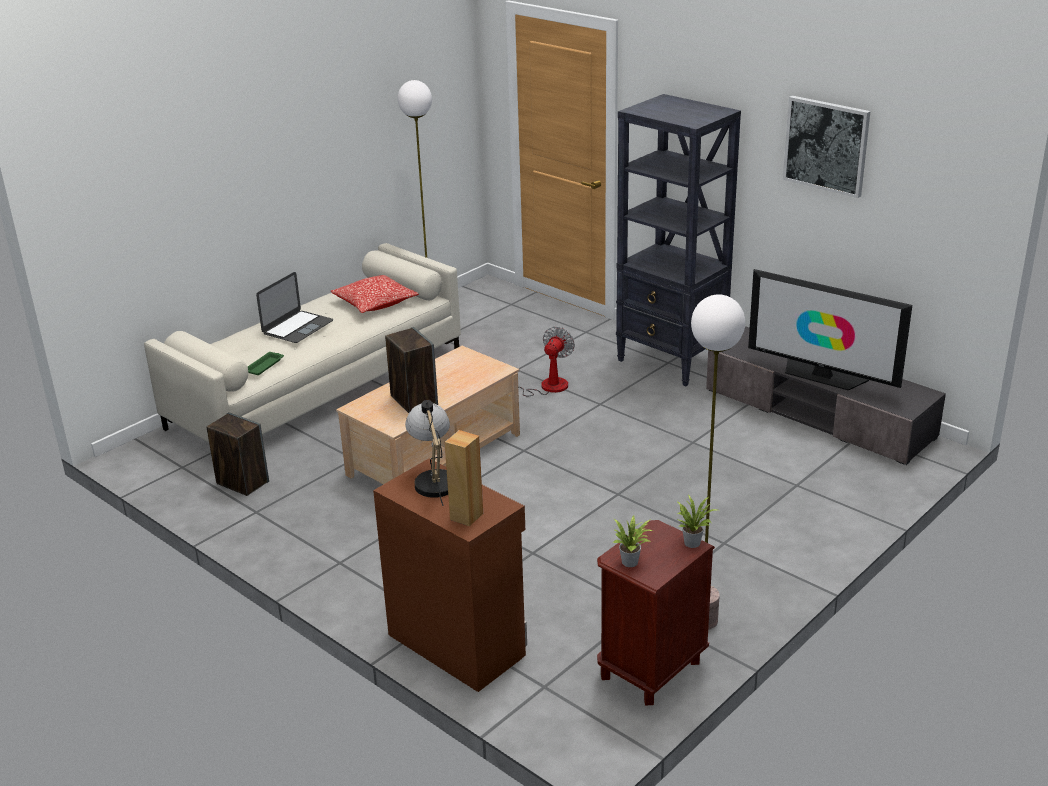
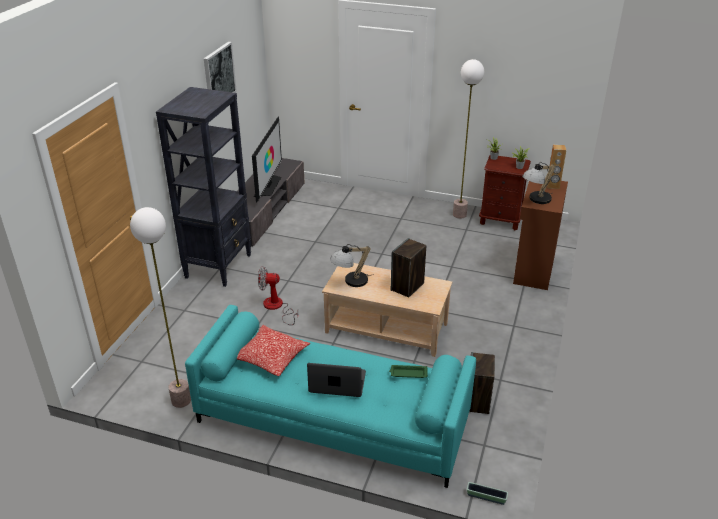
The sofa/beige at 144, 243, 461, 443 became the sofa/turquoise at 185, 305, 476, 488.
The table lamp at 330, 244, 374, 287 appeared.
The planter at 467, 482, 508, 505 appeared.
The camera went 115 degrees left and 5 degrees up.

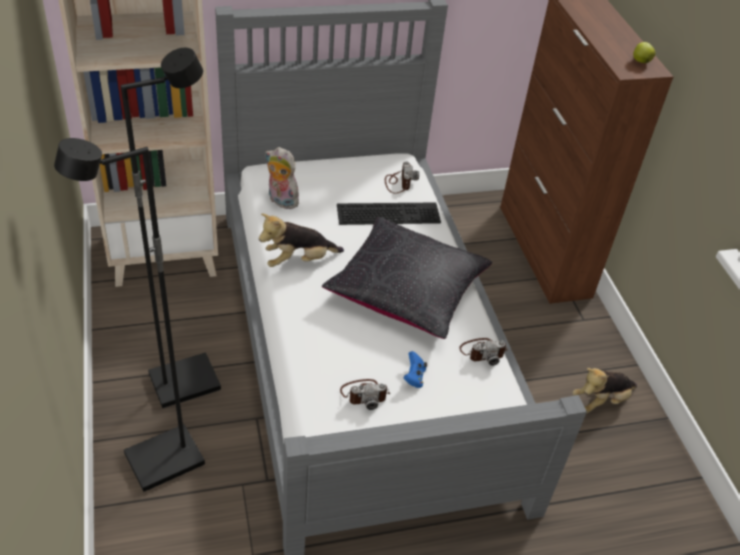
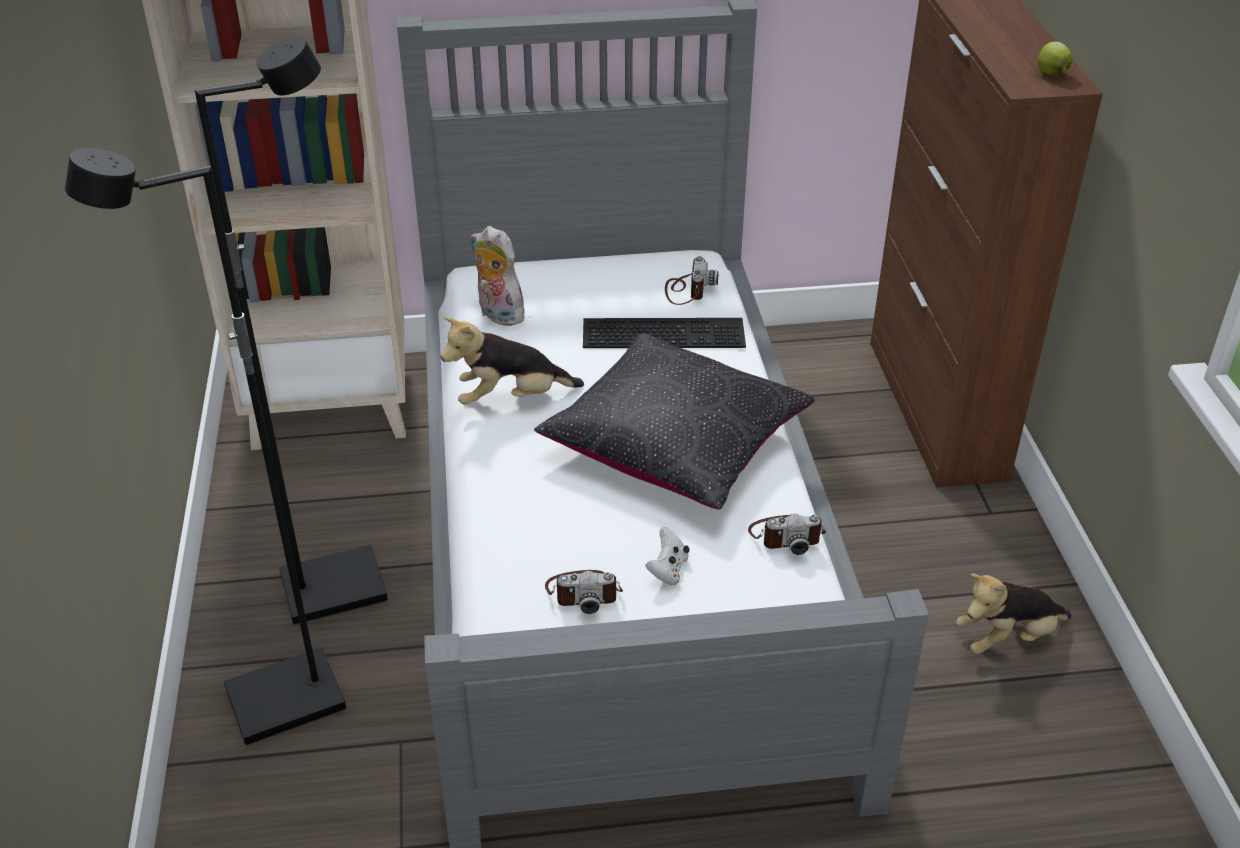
The game controller/blue at 403, 351, 427, 388 became the game controller/white at 646, 527, 690, 585.
The camera went 10 degrees right and 5 degrees down.

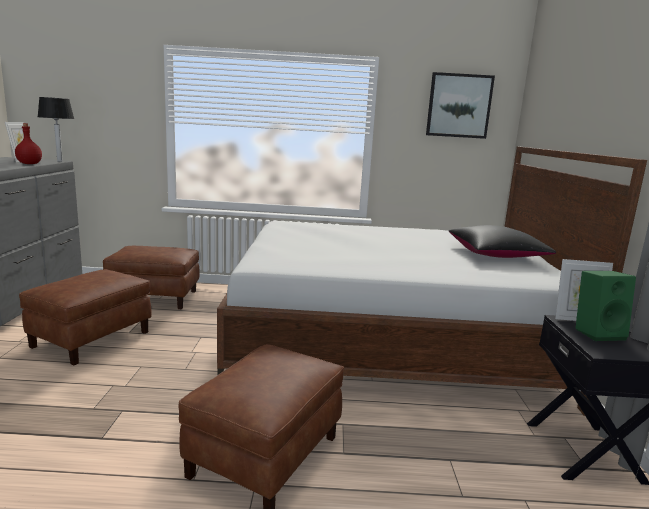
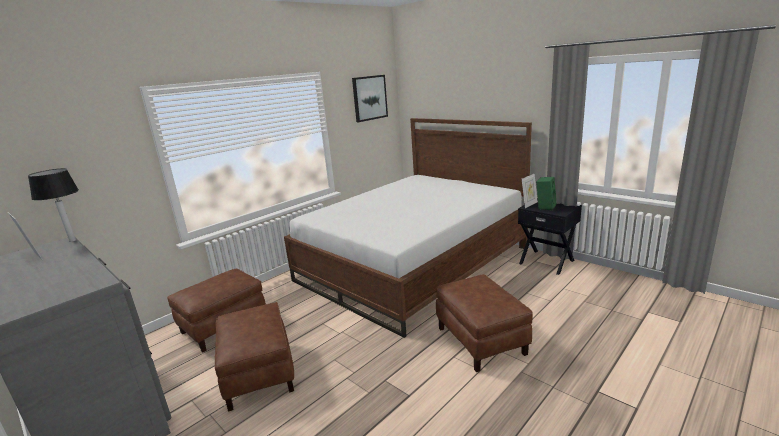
The bottle/red at 15, 123, 42, 164 disappeared.
The pillow/black at 449, 225, 556, 258 disappeared.
The camera went 45 degrees left and 5 degrees up.

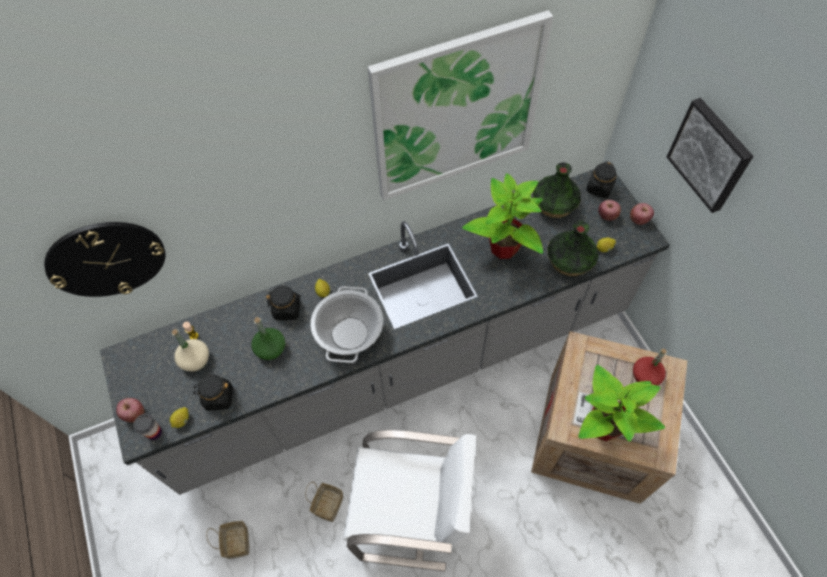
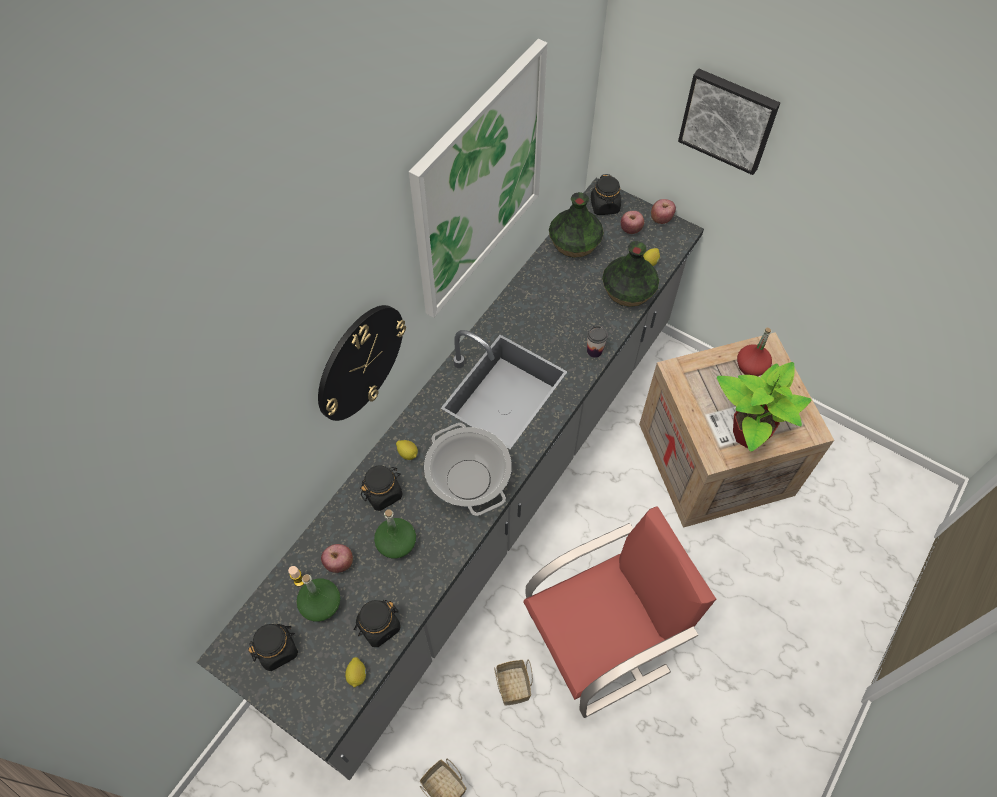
The potted plant at 462, 173, 543, 259 disappeared.
The wall clock moved from 44, 222, 166, 297 to 318, 305, 406, 421.
The bottle/beige at 172, 329, 209, 372 became the bottle/green at 297, 574, 340, 622.
The apple moved from 116, 398, 145, 422 to 321, 544, 353, 573.
The cup moved from 133, 414, 162, 440 to 587, 325, 608, 358.
The chair/white at 343, 430, 476, 572 became the chair/red at 523, 506, 716, 718.
The jar/black at 248, 624, 298, 671 appeared.
The camera went 35 degrees left and 0 degrees up.

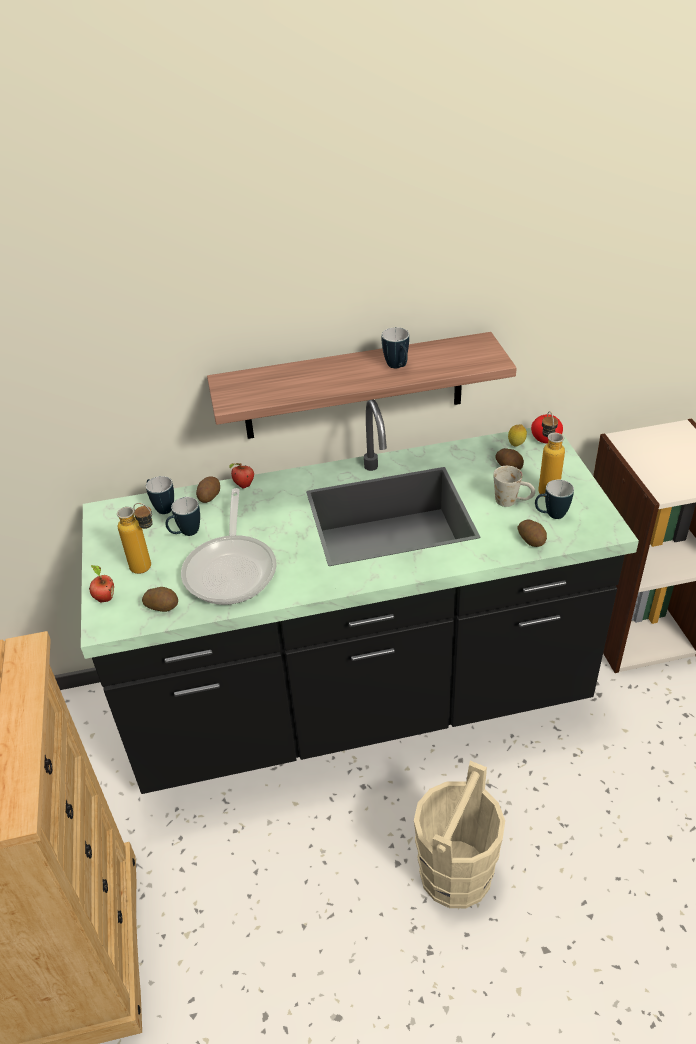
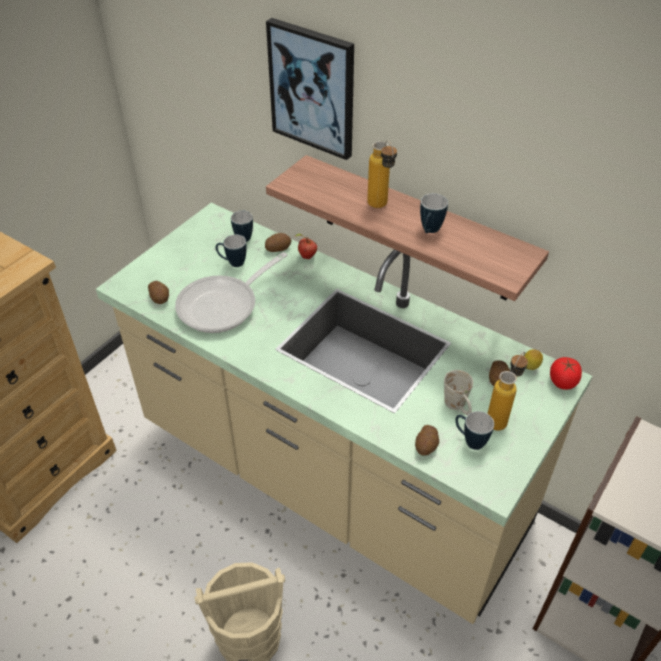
The counter/black at 81, 400, 639, 794 became the counter/beige at 96, 203, 592, 624.
The bottle moved from 117, 503, 153, 574 to 367, 140, 397, 208.
The apple at 89, 565, 114, 602 disappeared.
The picture at 266, 18, 354, 160 appeared.
The camera went 45 degrees right and 5 degrees up.

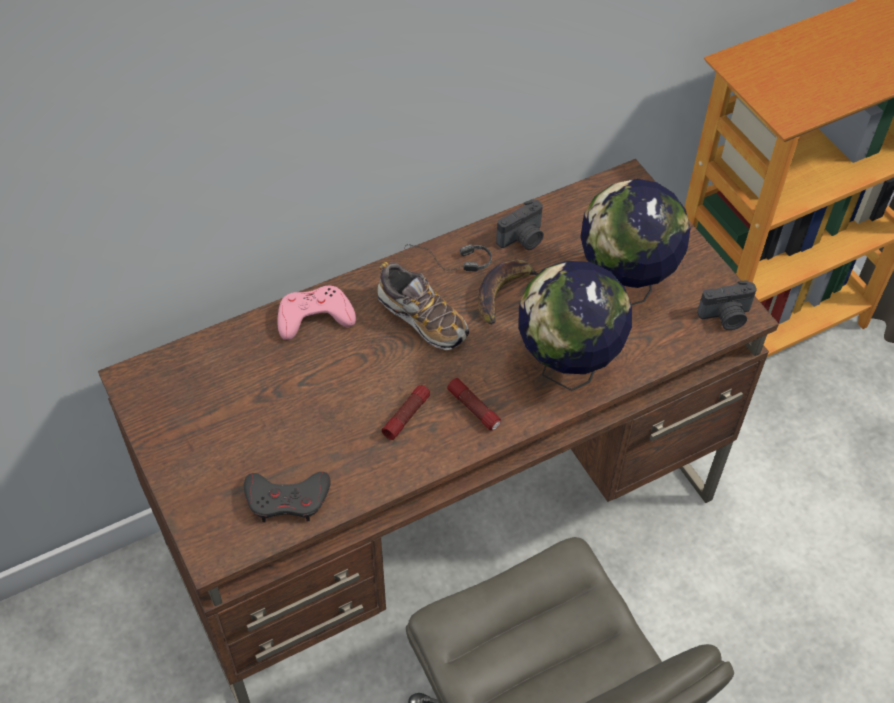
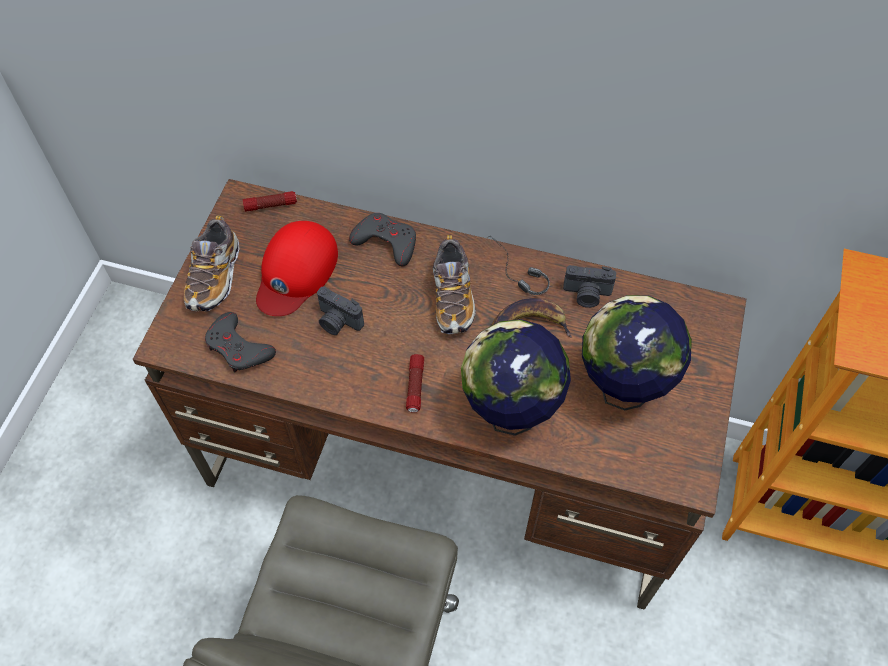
The photo camera moved from 697, 280, 757, 330 to 317, 287, 364, 335.
The game controller/pink at 277, 285, 356, 340 became the game controller/grey at 349, 213, 416, 267.
The flashlight moved from 382, 385, 430, 440 to 243, 191, 297, 212.
The shoe at 184, 215, 239, 312 appeared.
The cap/red at 256, 221, 338, 316 appeared.
The camera went 45 degrees right and 5 degrees up.

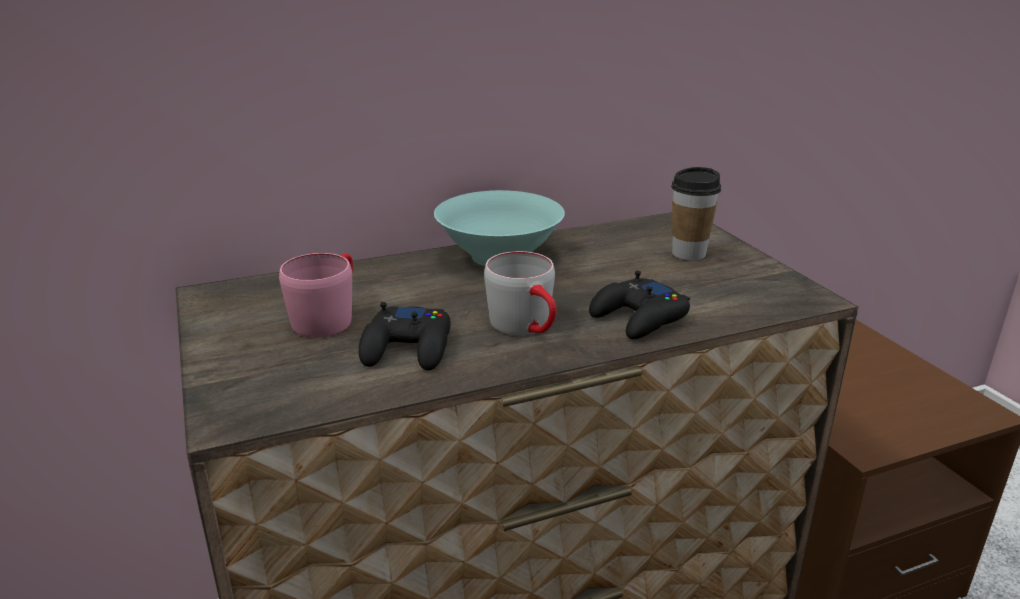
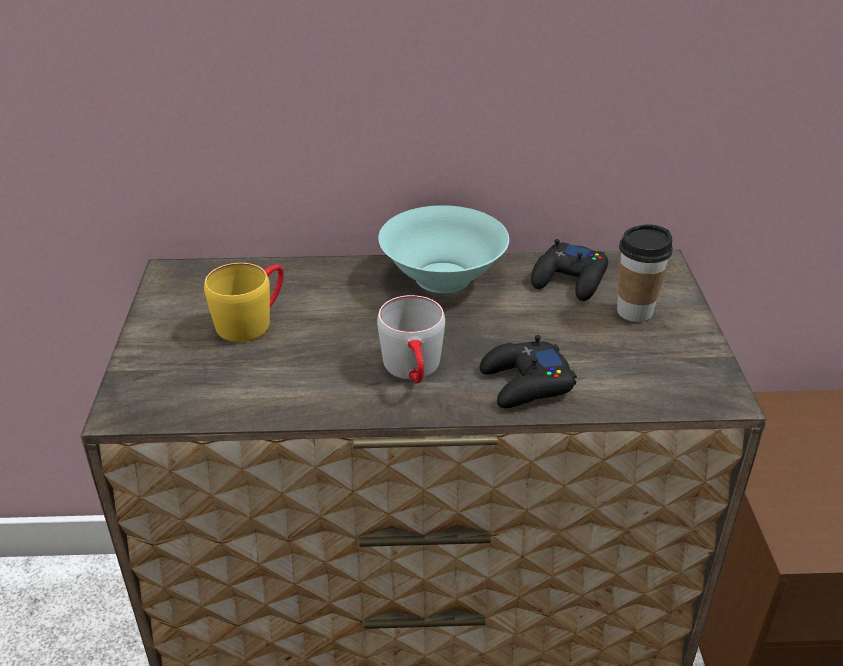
The mug/pink at 279, 253, 353, 338 became the mug/yellow at 204, 263, 284, 342.
The game controller/black moved from 359, 302, 451, 371 to 531, 239, 608, 301.
The camera went 20 degrees right and 10 degrees up.

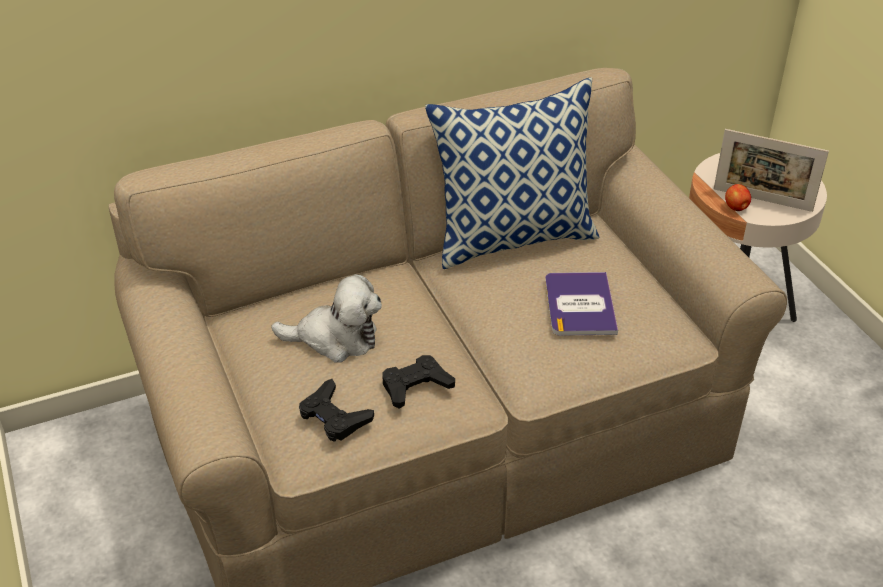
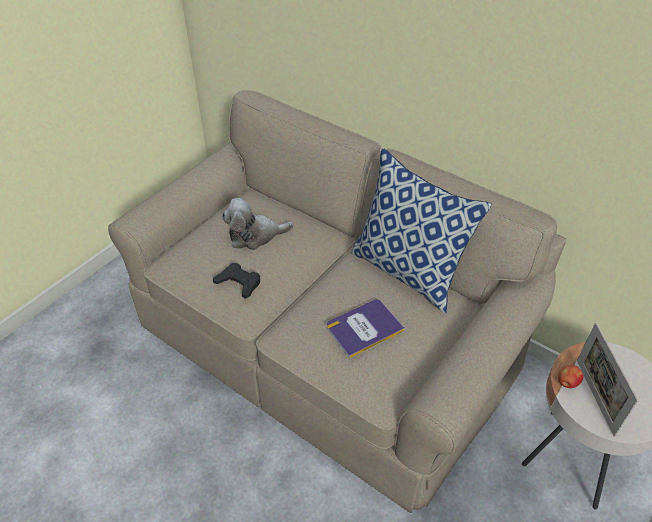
The plush toy at 271, 274, 382, 363 turned 105 degrees clockwise.
The game controller/black at 299, 379, 374, 442 disappeared.
The camera went 60 degrees right and 5 degrees up.

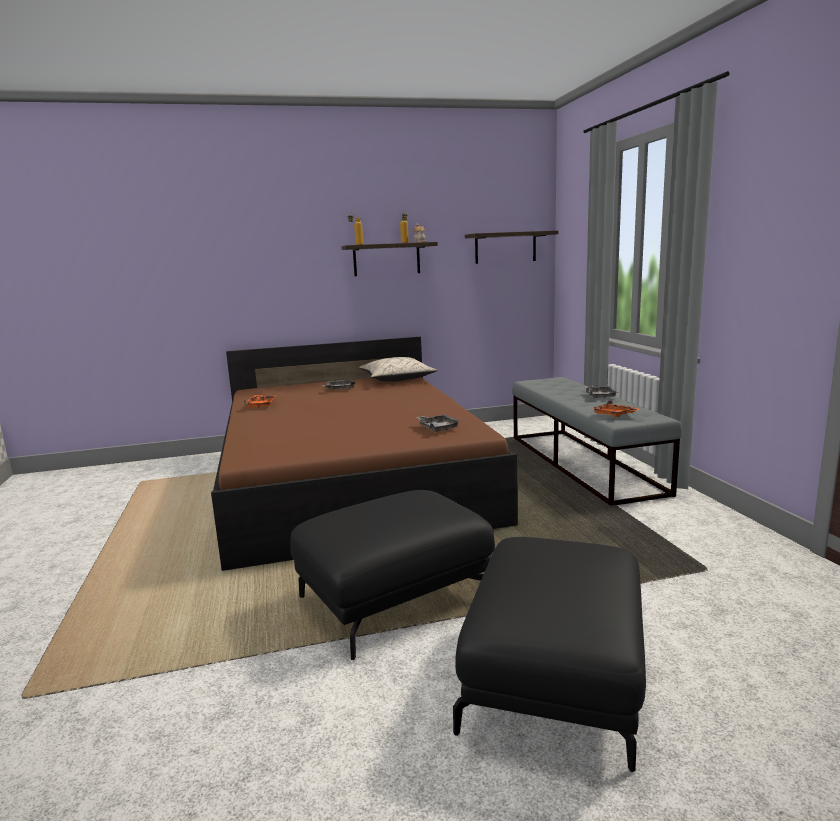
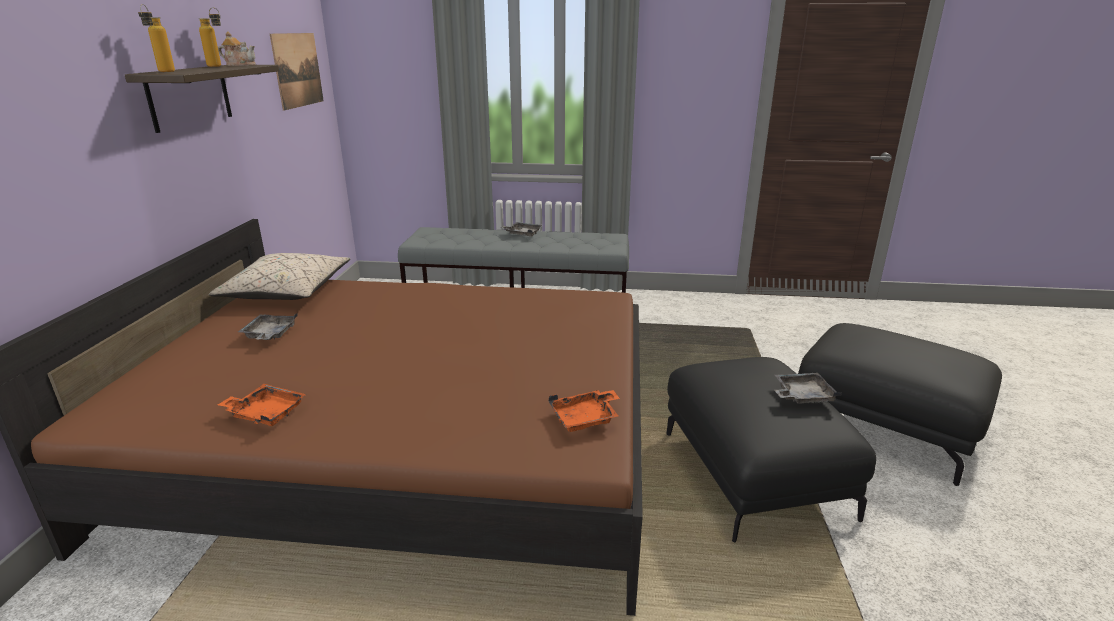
The shelf at 465, 230, 558, 264 was replaced by the picture at 270, 33, 324, 111.
The tray/orange moved from 592, 400, 640, 417 to 549, 390, 620, 432.
The tray/grey moved from 416, 414, 460, 432 to 774, 373, 842, 404.
The camera went 70 degrees left and 10 degrees up.

